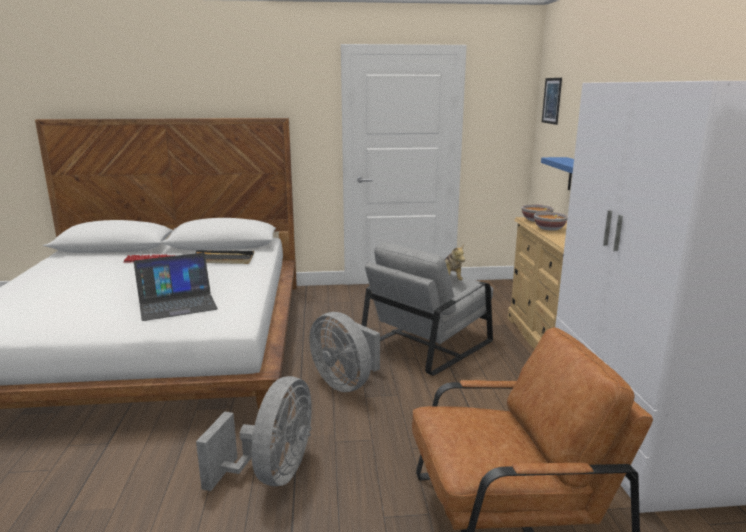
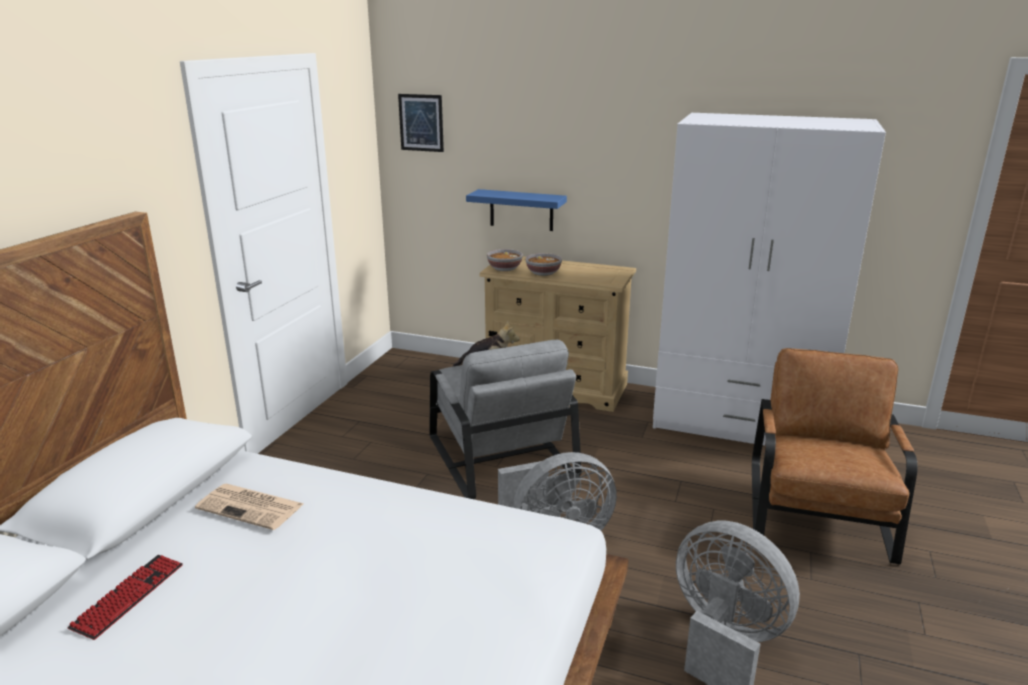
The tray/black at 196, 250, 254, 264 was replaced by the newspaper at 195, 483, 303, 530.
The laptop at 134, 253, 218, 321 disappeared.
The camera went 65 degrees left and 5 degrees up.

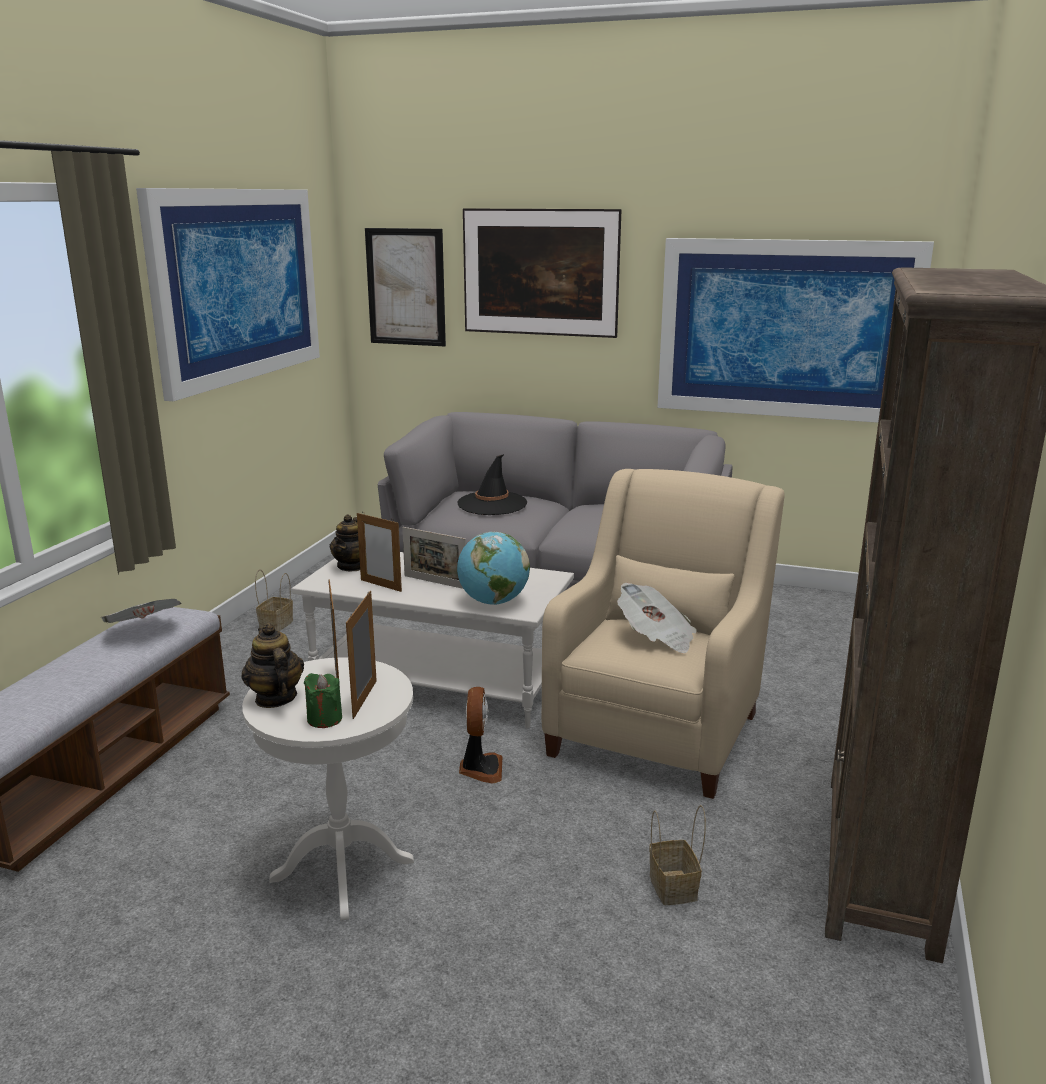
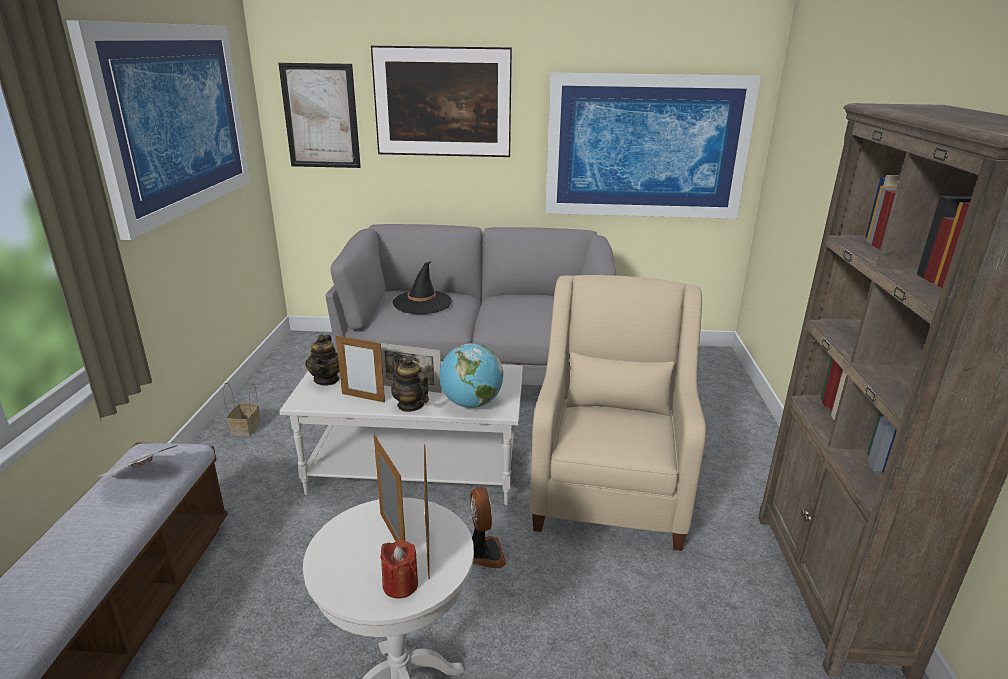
The newspaper at 617, 583, 697, 653 disappeared.
The teapot moved from 242, 623, 304, 708 to 391, 357, 429, 412.
The candle/green at 304, 673, 342, 728 became the candle/red at 380, 540, 418, 598.
The basket at 649, 805, 706, 905 disappeared.
The camera went 15 degrees left and 5 degrees up.

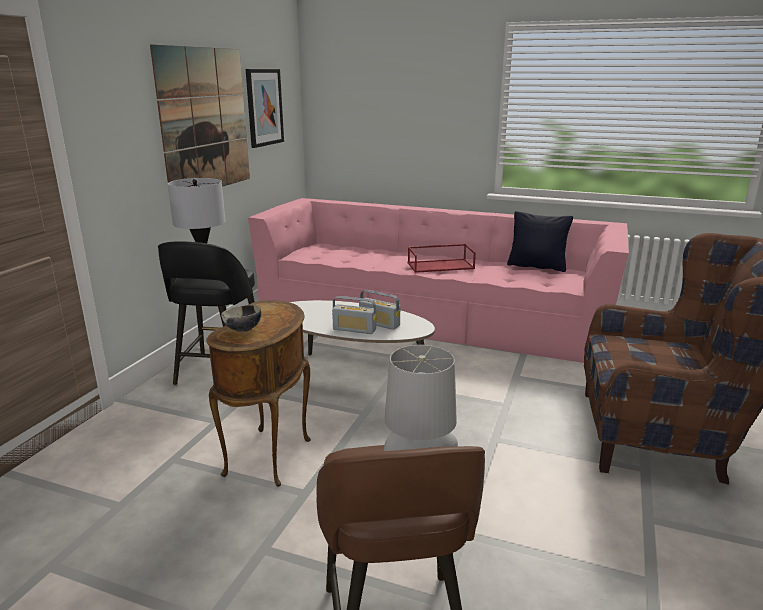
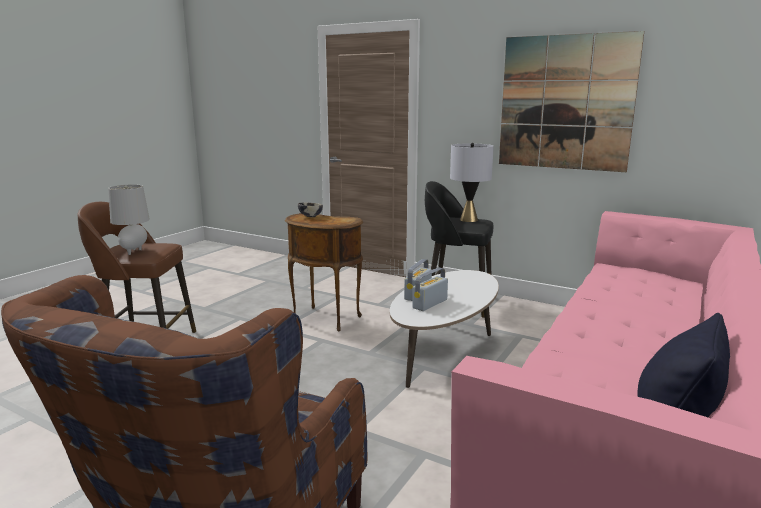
The picture at 246, 69, 284, 148 disappeared.
The tray/red at 408, 244, 476, 273 disappeared.
The camera went 100 degrees right and 5 degrees down.

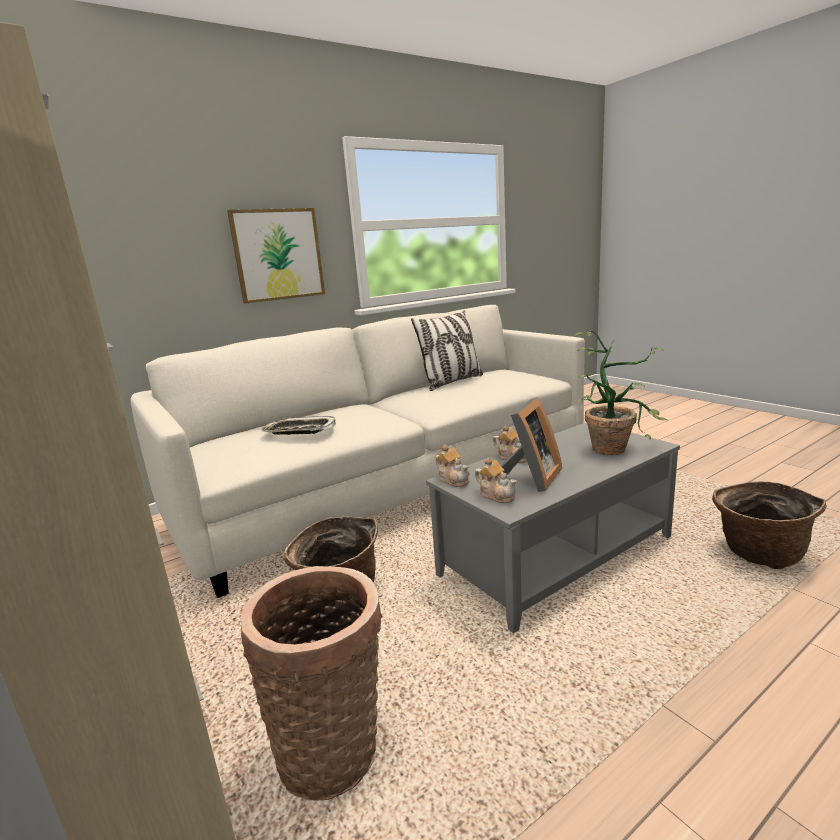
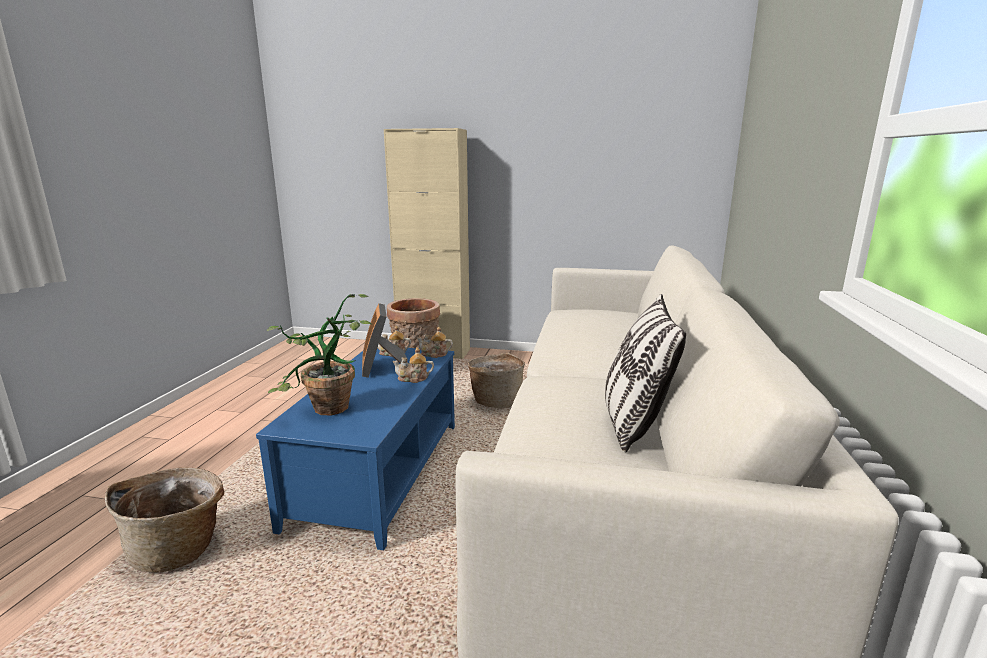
The picture at 227, 208, 325, 303 disappeared.
The tray at 261, 416, 336, 435 disappeared.
The coffee table/grey at 426, 422, 680, 633 became the coffee table/blue at 256, 348, 455, 550.
The camera went 135 degrees right and 0 degrees up.

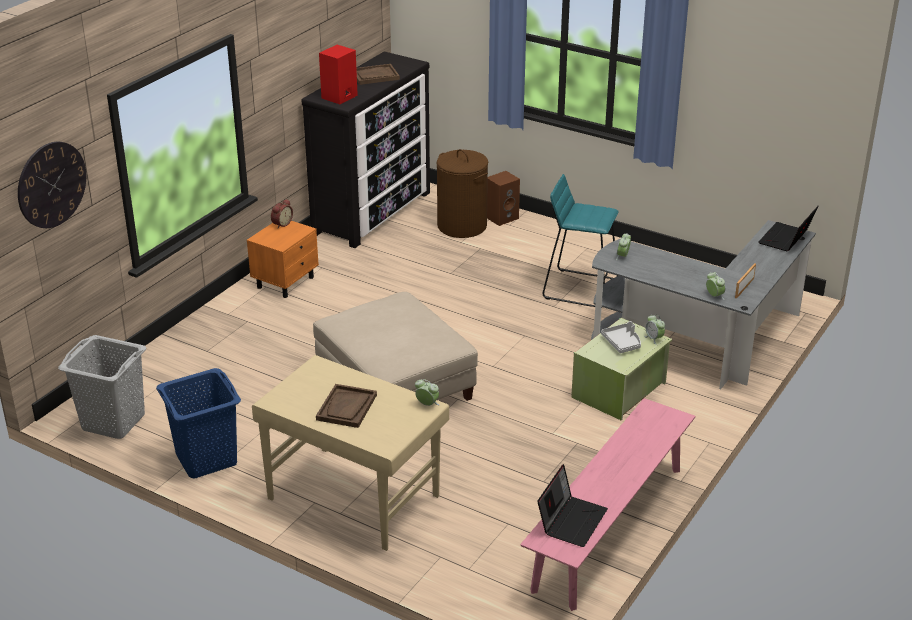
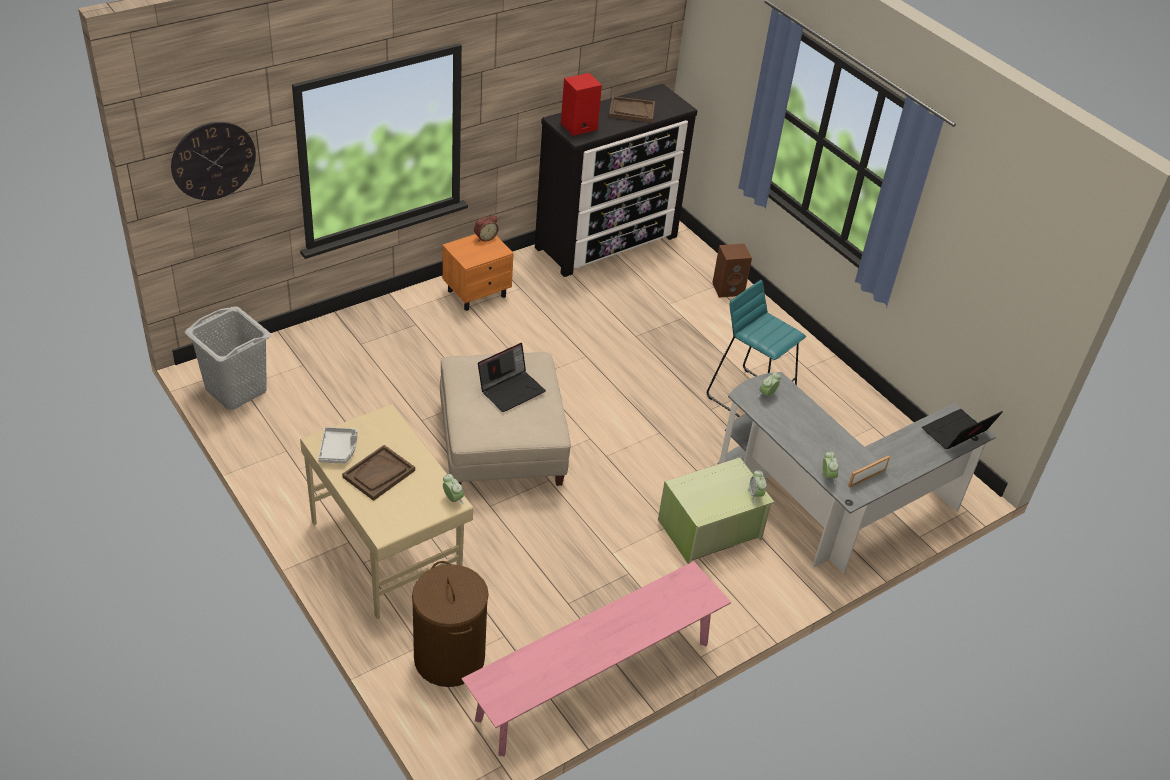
The laundry basket/brown moved from 436, 149, 488, 238 to 412, 561, 489, 687.
The tray/grey moved from 601, 321, 641, 353 to 318, 427, 358, 463.
The laundry basket/blue at 156, 368, 241, 478 disappeared.
The laptop moved from 537, 464, 608, 547 to 478, 343, 546, 412.
The camera went 20 degrees right and 10 degrees up.

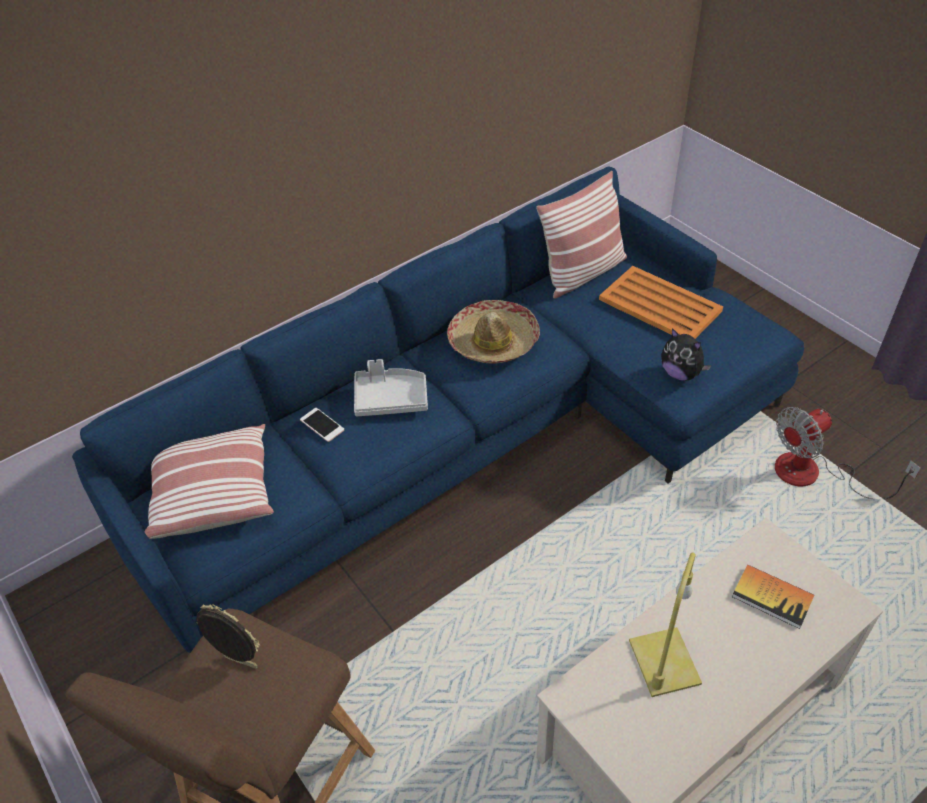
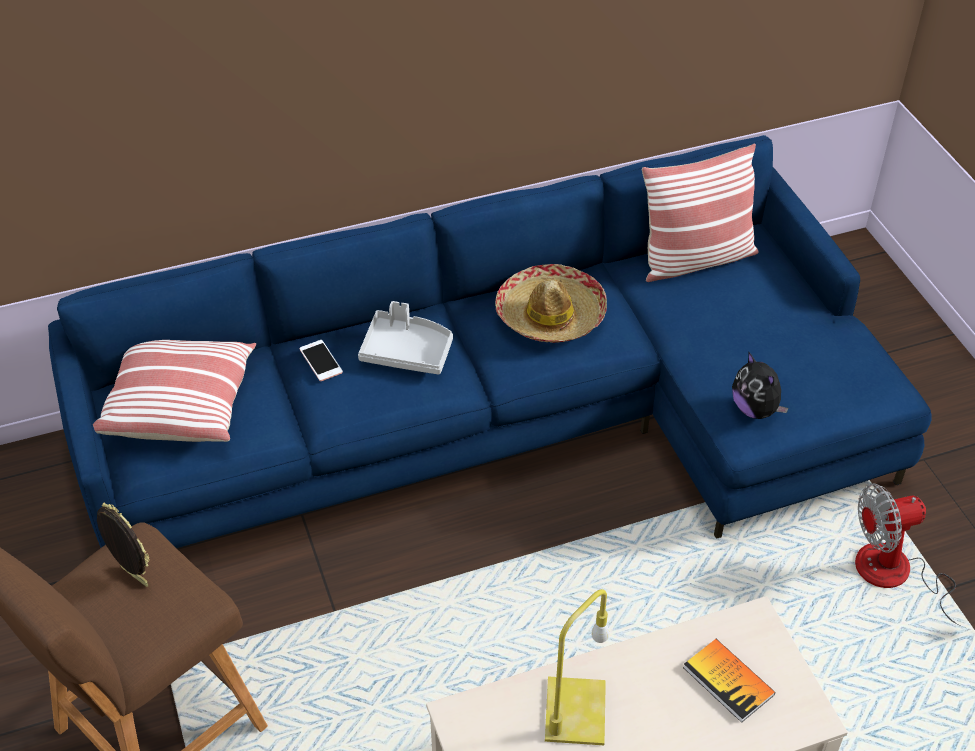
The tray/orange at 599, 266, 723, 339 disappeared.
The camera went 15 degrees right and 0 degrees up.

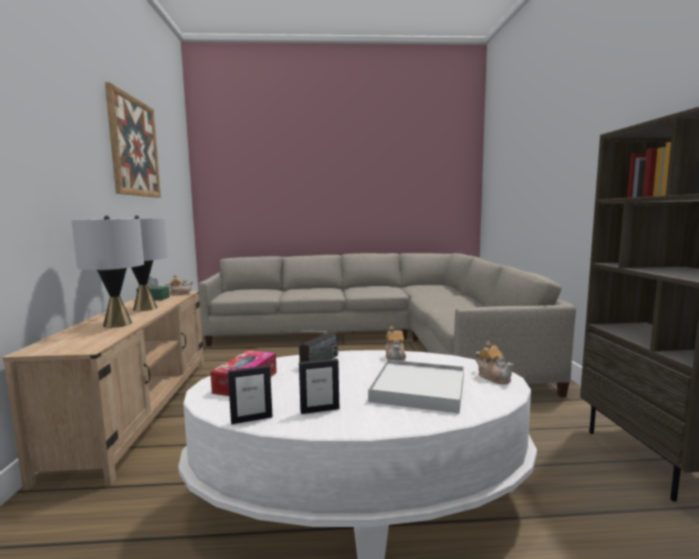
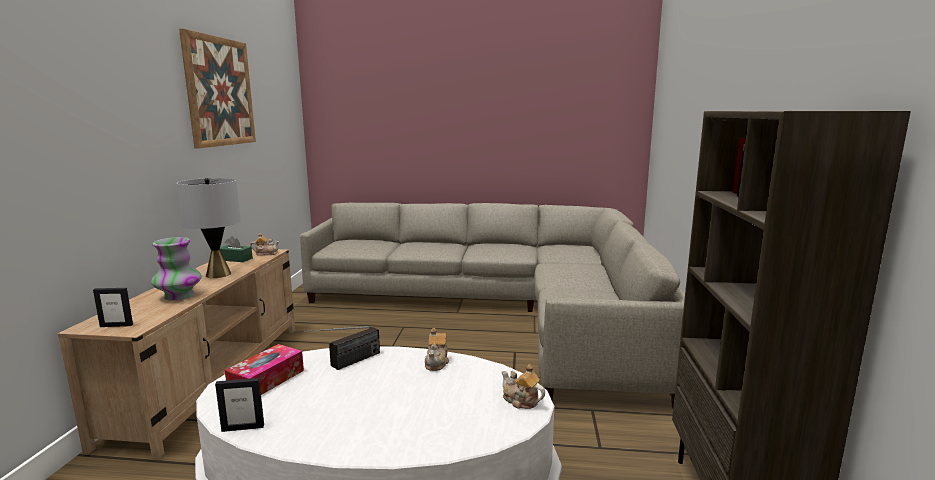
The table lamp/grey at 71, 215, 144, 328 was replaced by the vase at 151, 237, 202, 300.
The teapot at 475, 341, 514, 384 turned 150 degrees clockwise.
The picture frame moved from 299, 359, 339, 414 to 93, 288, 133, 327.
The tray/white at 368, 360, 464, 413 disappeared.
The camera went 10 degrees right and 5 degrees up.

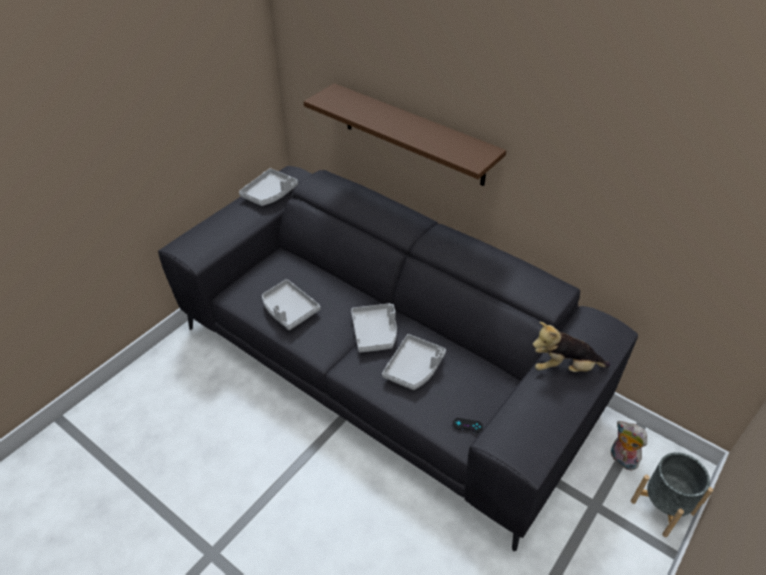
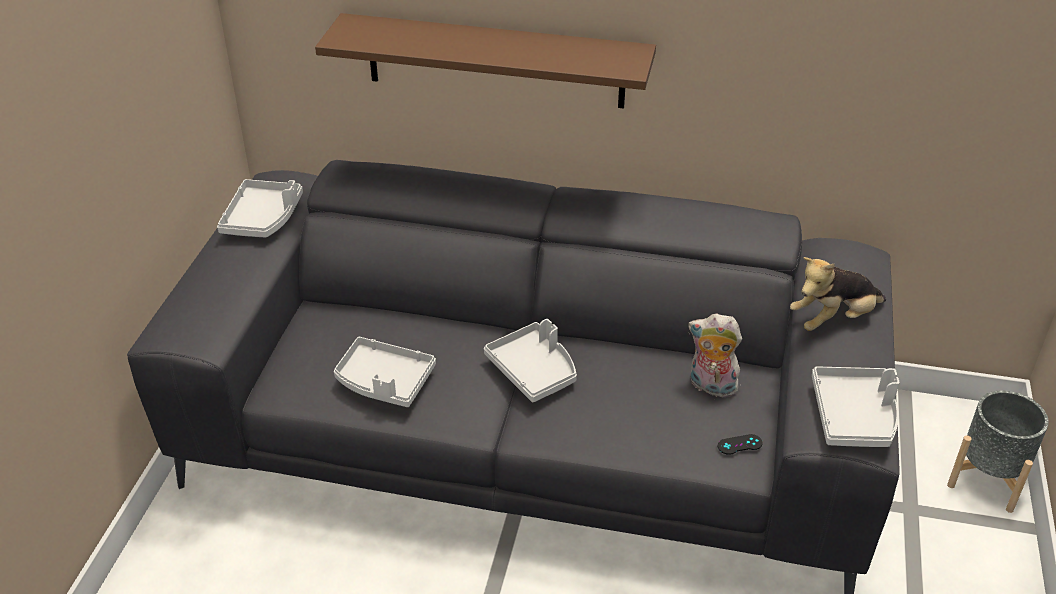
The tray/grey moved from 382, 334, 446, 390 to 812, 366, 900, 447.
The plush toy moved from 611, 421, 647, 471 to 688, 314, 742, 397.
The camera went 25 degrees left and 5 degrees down.

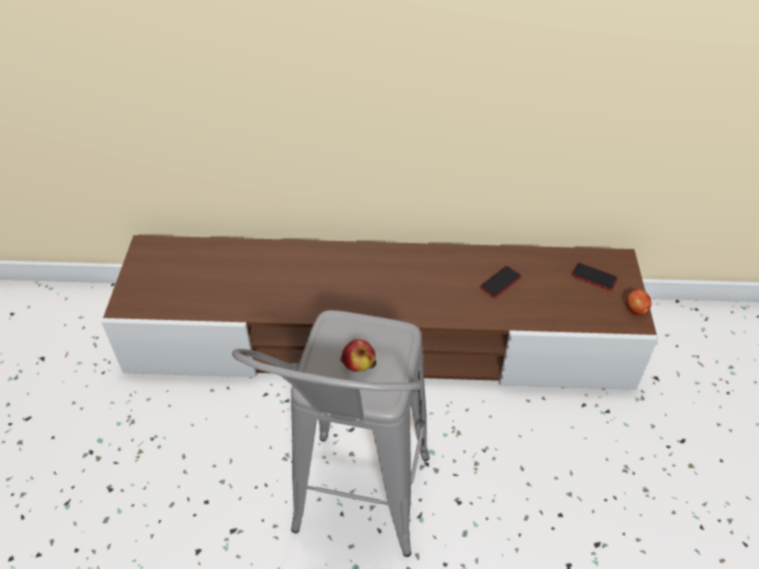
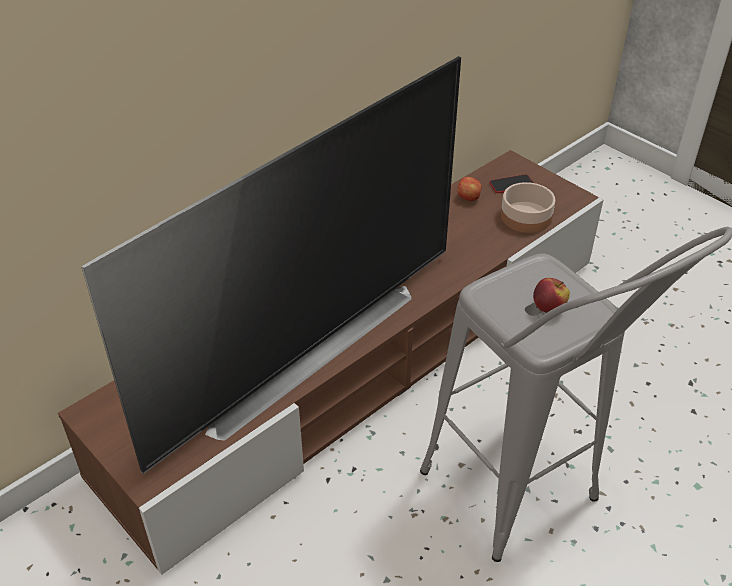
The phone at 480, 266, 521, 298 disappeared.
The apple moved from 626, 289, 652, 315 to 457, 177, 482, 201.
The television at 81, 56, 461, 474 appeared.
The bowl at 501, 182, 555, 233 appeared.
The camera went 45 degrees left and 5 degrees down.

